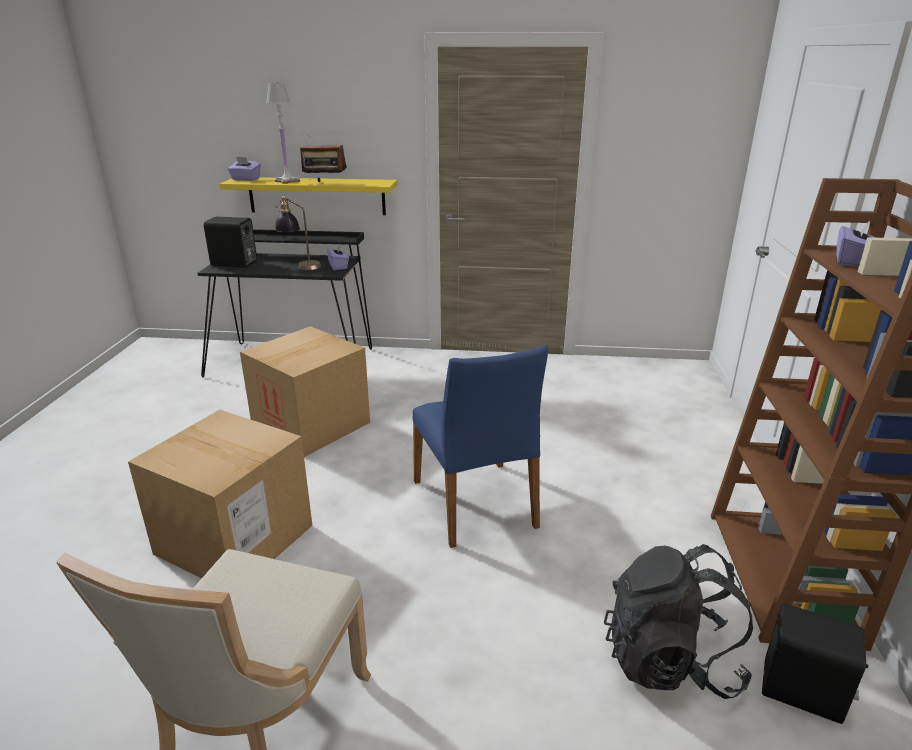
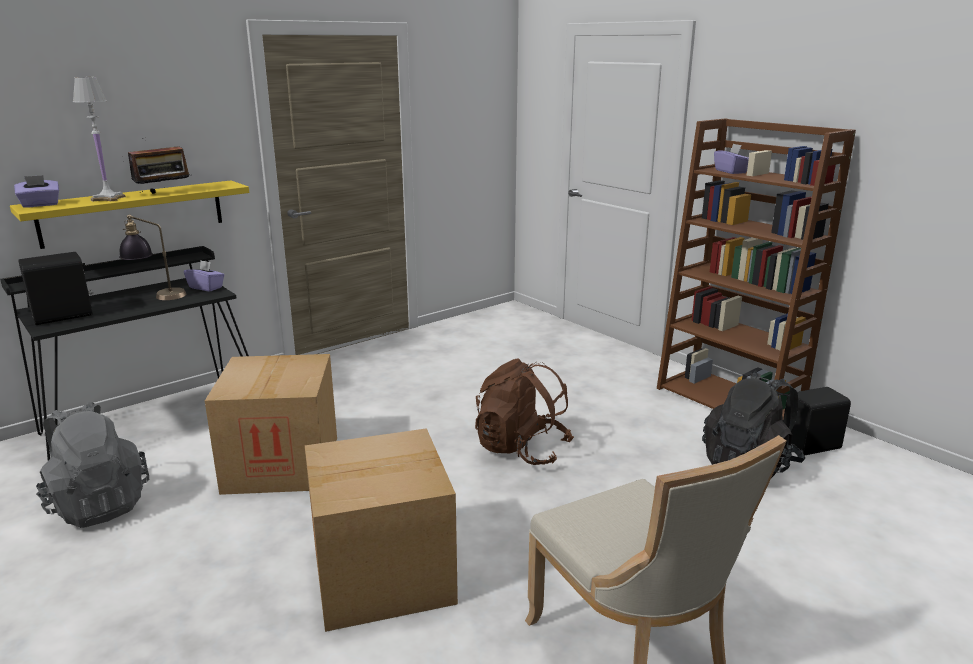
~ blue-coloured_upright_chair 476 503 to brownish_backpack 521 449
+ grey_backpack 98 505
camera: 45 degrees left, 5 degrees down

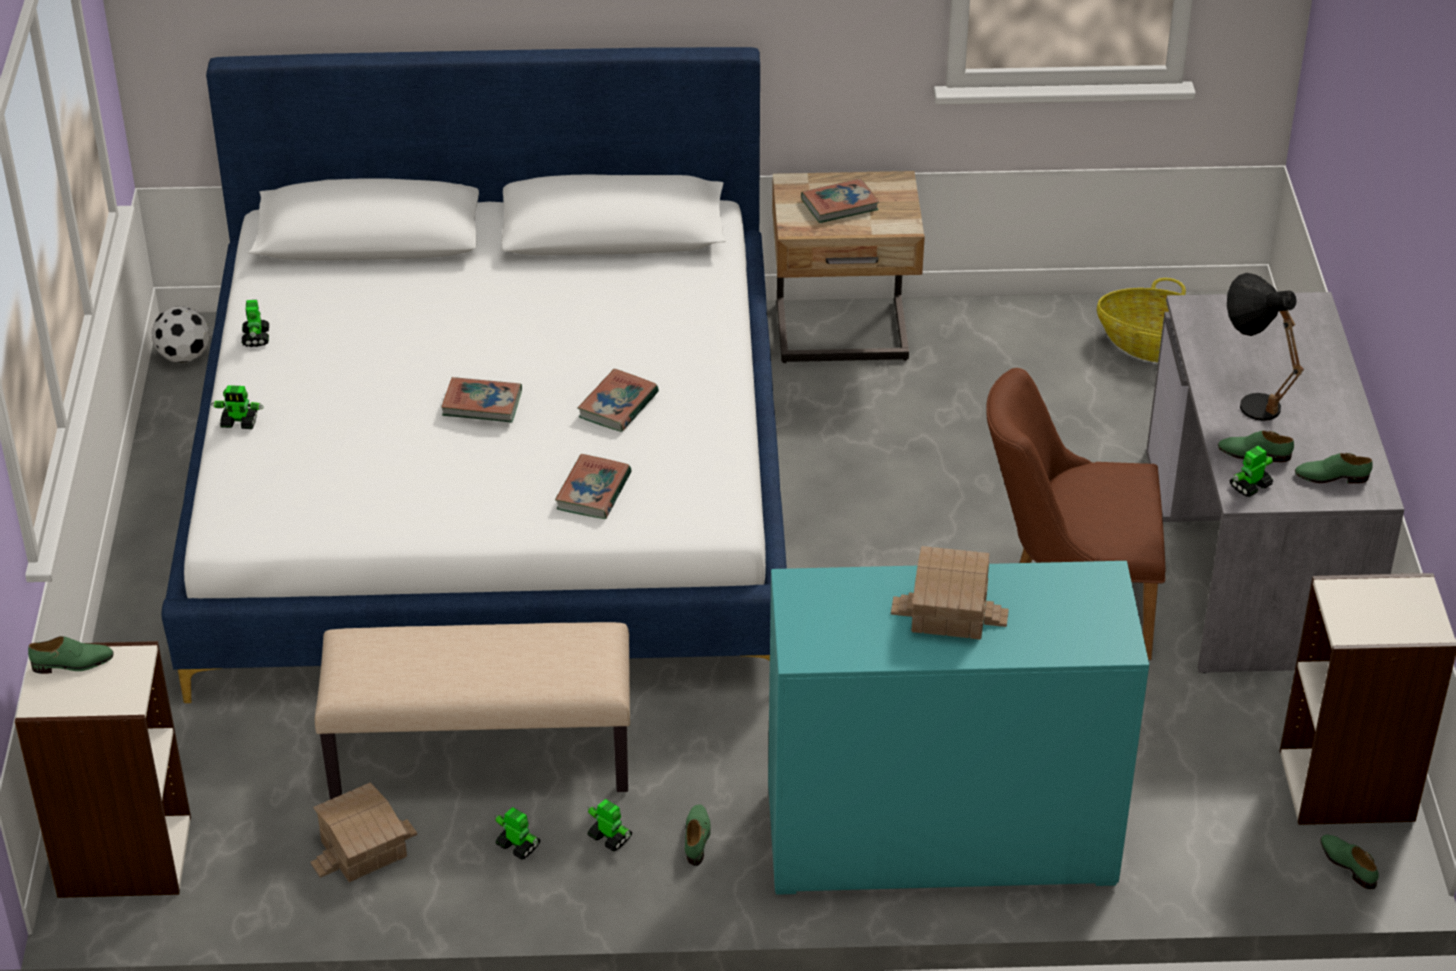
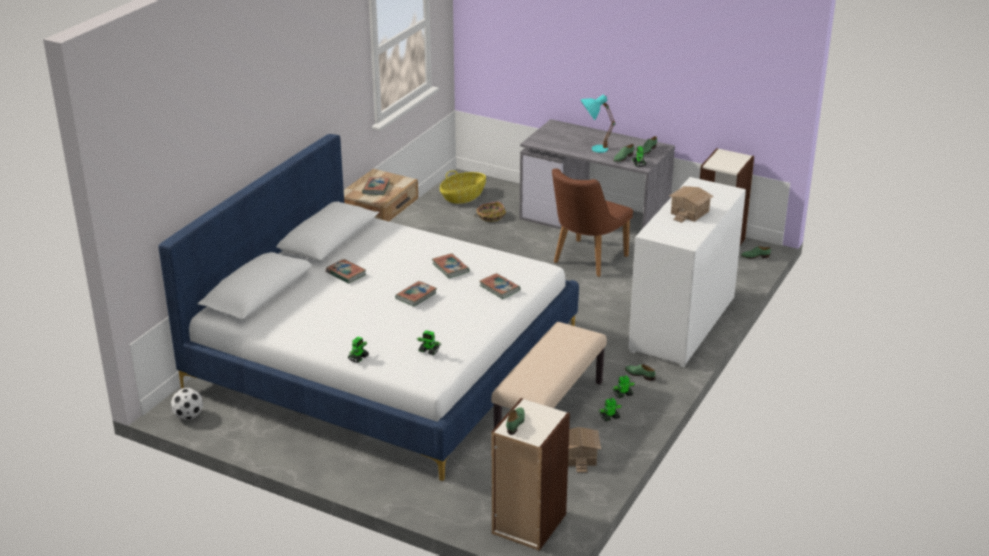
~ blackish_lamp_for_a_table 1249 399 to blue-green_lamp_for_a_table 593 149
~ model_robot 256 338 to 429 351
~ blue-green_chest_of_drawers 939 839 to white-coloured_chest_of_drawers 682 325
+ storage_basket 490 216
+ book 346 273
camera: 60 degrees left, 10 degrees down

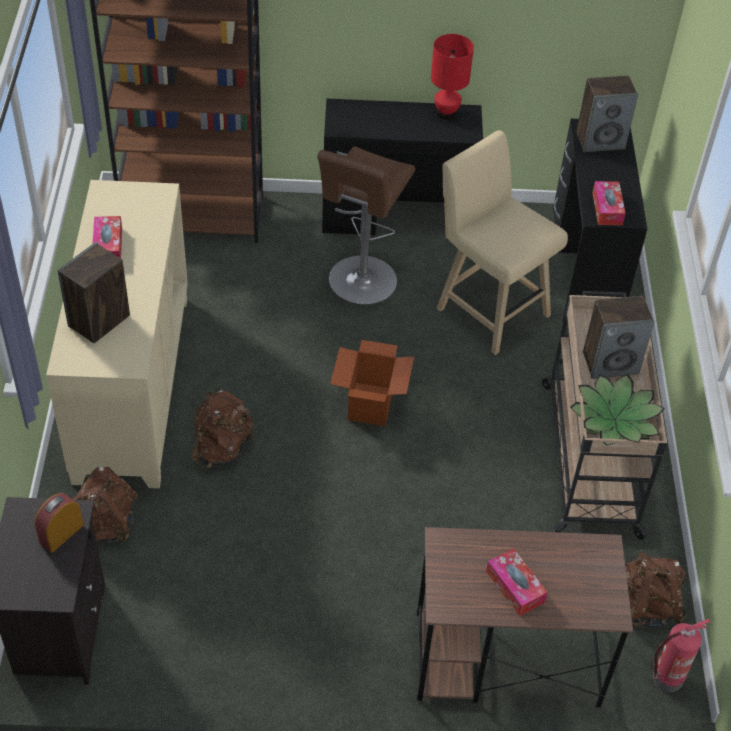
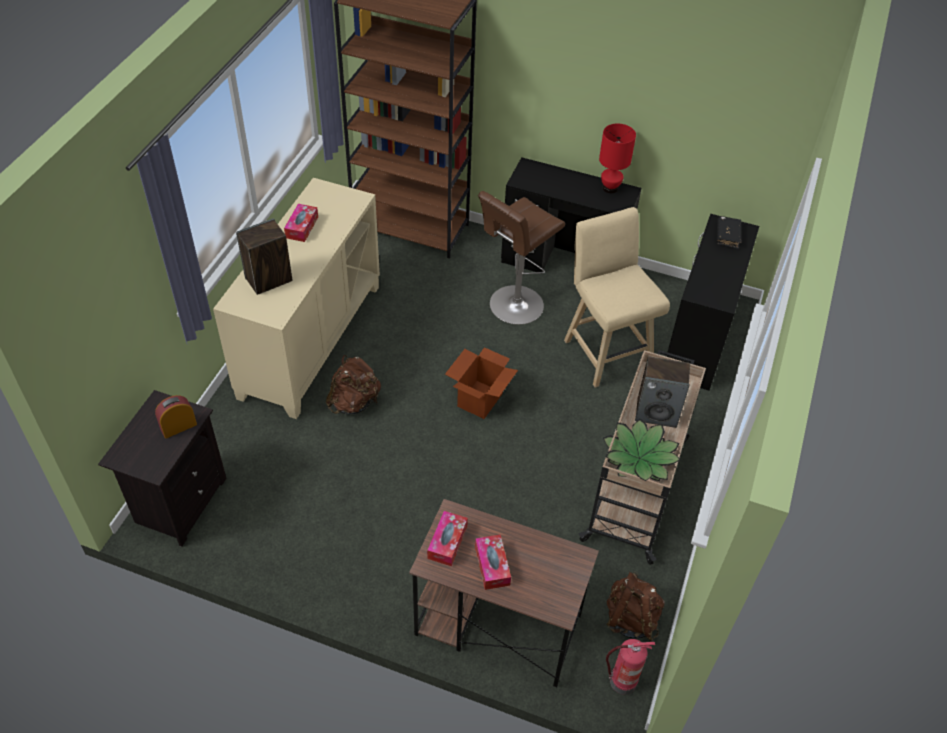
~ speaker 600 140 to blackish_book 727 236
~ tissue_holder 607 209 to 447 542
- brownish_backpack 105 525
camera: 20 degrees right, 0 degrees up

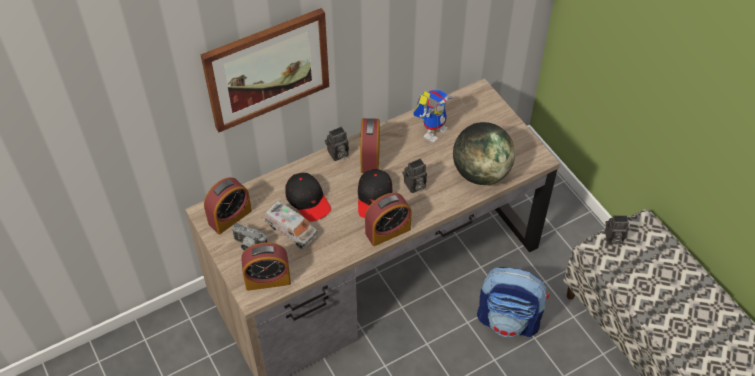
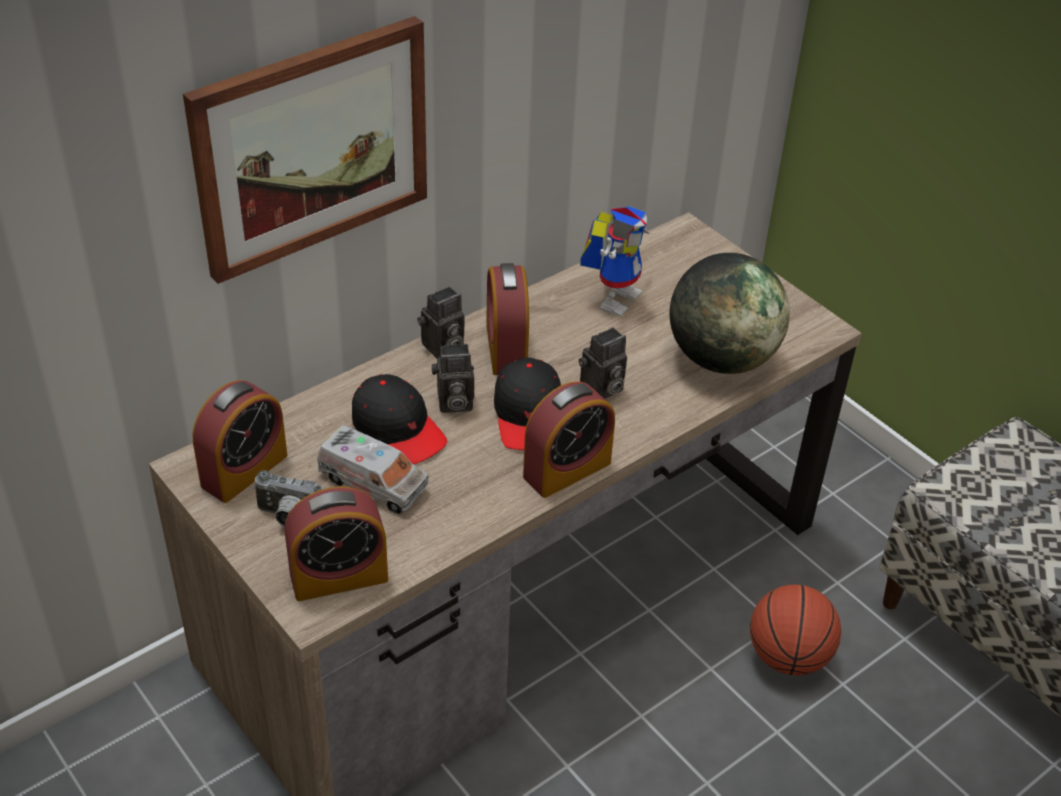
~ photo_camera 612 238 to 453 403
~ backpack 509 320 to basketball_ball 788 656
camera: 10 degrees left, 10 degrees down

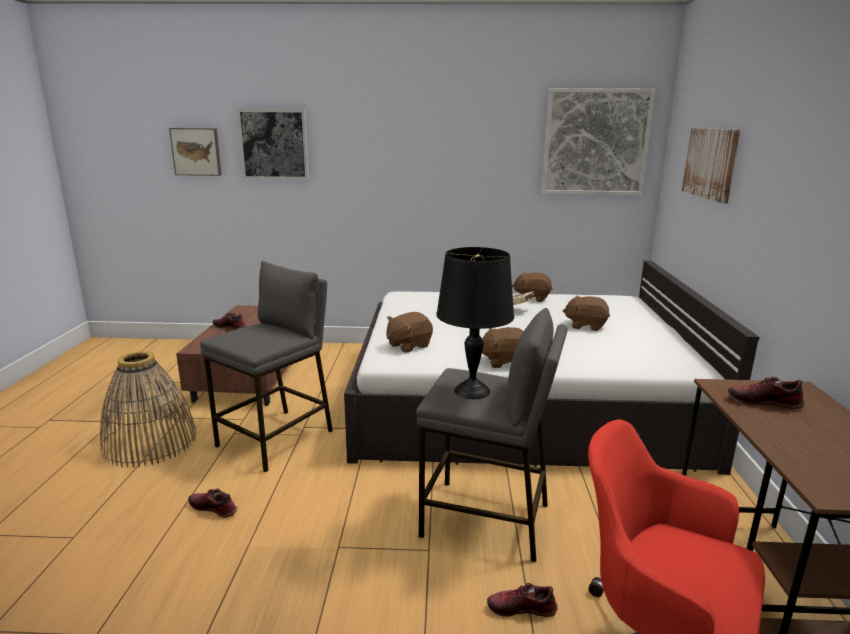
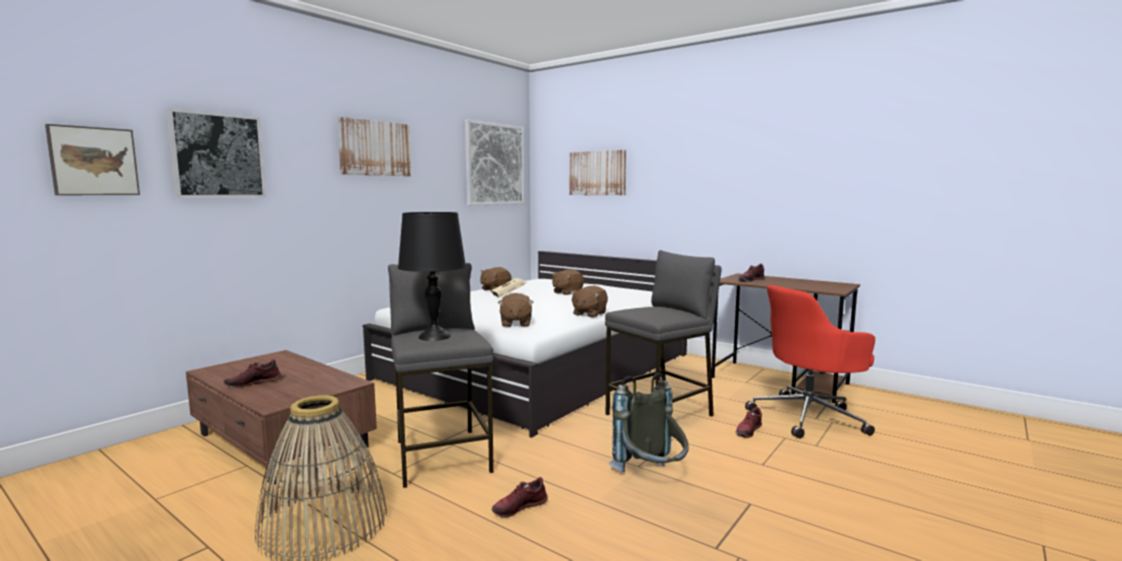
~ blackish_lamp_for_a_table 472 391 to 435 336
+ wall_picture 375 148
+ grey_backpack 651 477
camera: 55 degrees left, 10 degrees down

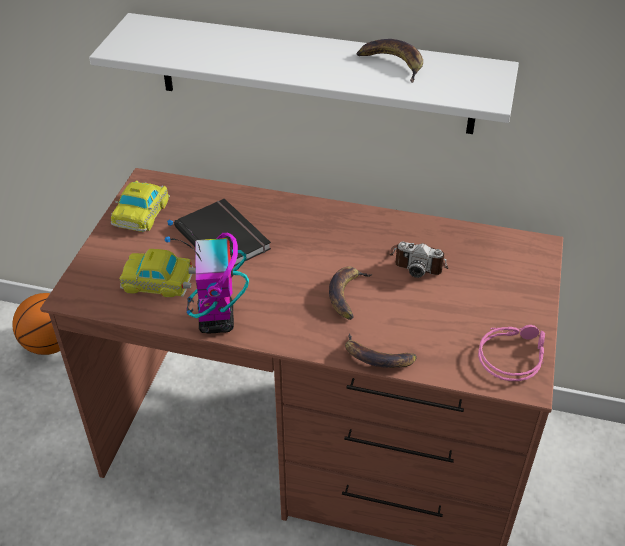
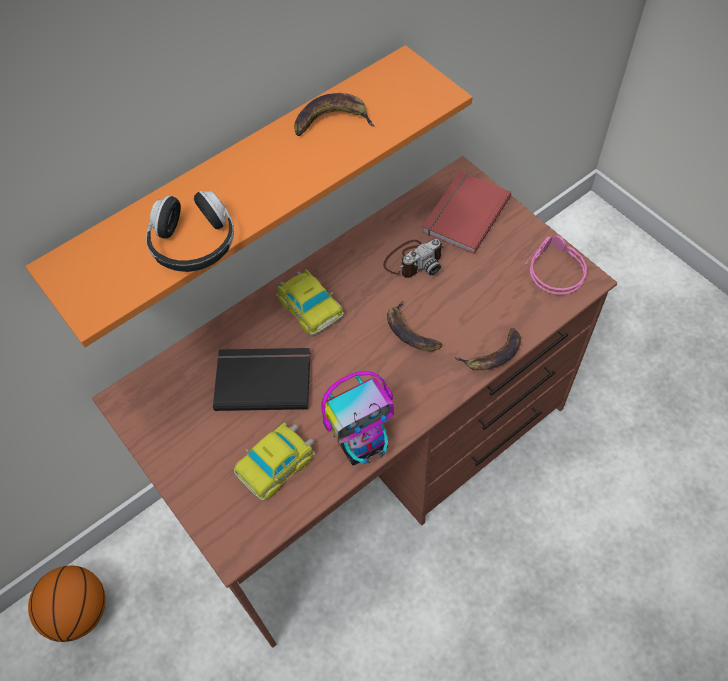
~ white-coloured_wall_shelf 315 74 to orange-coloured_wall_shelf 239 179
~ model_car 142 211 to 309 305
~ model_robot 216 320 = 363 444 60 degrees counterclockwise
+ red_book 463 214
+ headset 194 244
camera: 50 degrees left, 15 degrees up

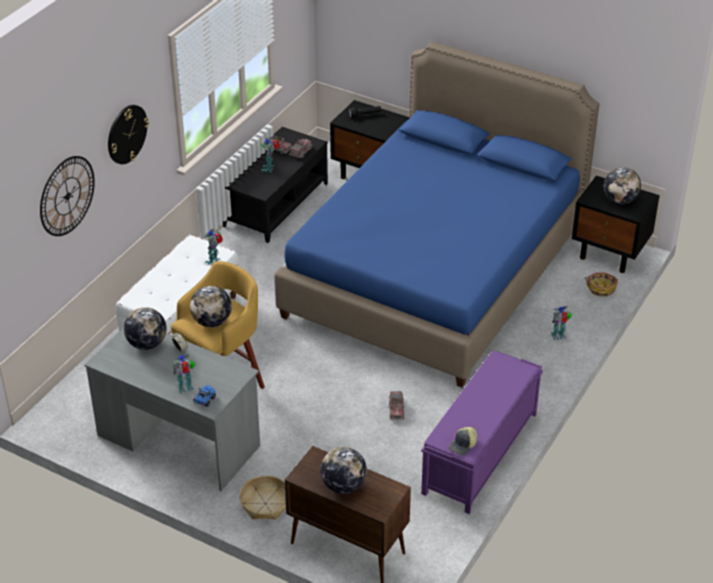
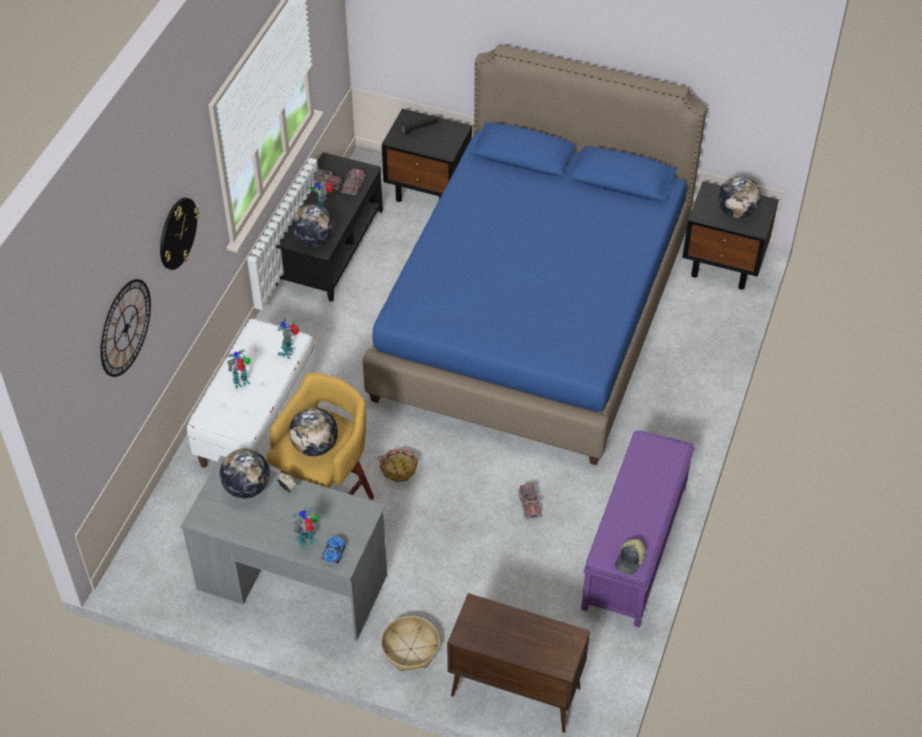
~ storage_basket 601 288 to 398 469
~ model_robot 559 336 to 242 383
~ globe 343 486 to 313 240
camera: 10 degrees left, 10 degrees up

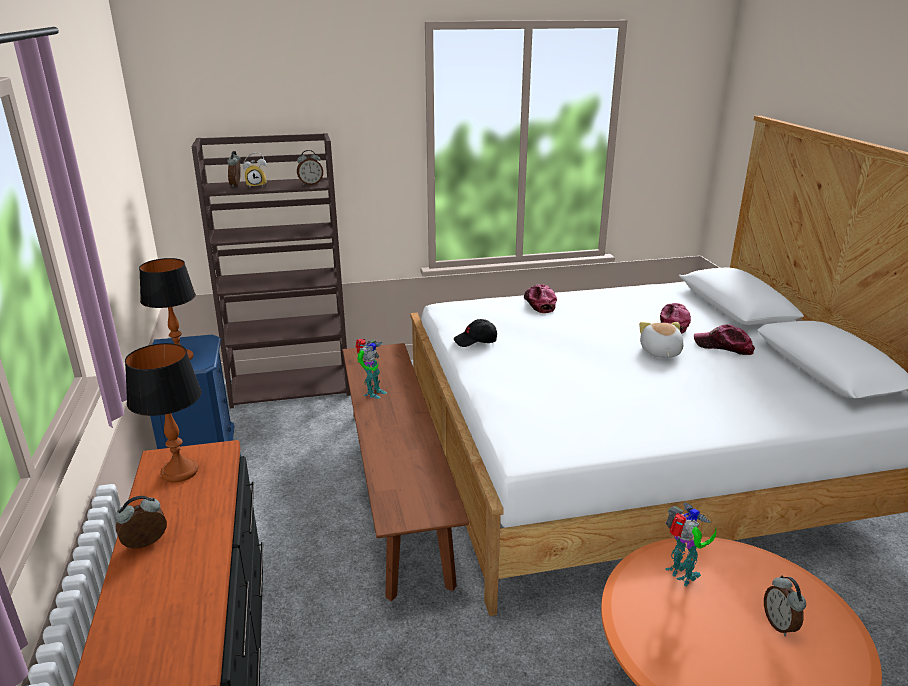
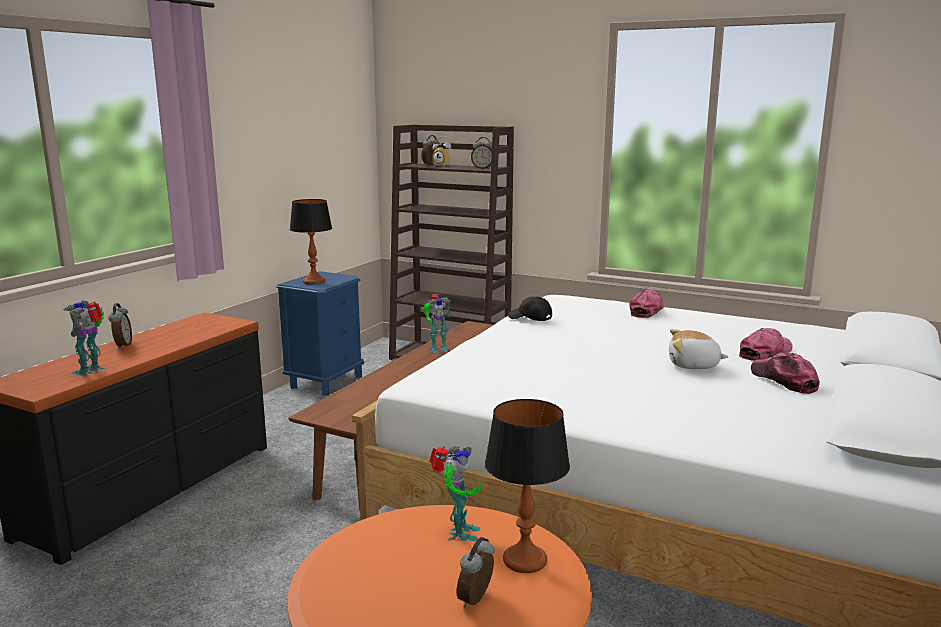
~ soft_toy 660 352 = 693 365 120 degrees counterclockwise
~ lamp_for_a_table 180 471 to 525 560
~ bedside_clock 146 545 = 122 345 75 degrees clockwise
+ model_robot 92 371
camera: 40 degrees right, 10 degrees down

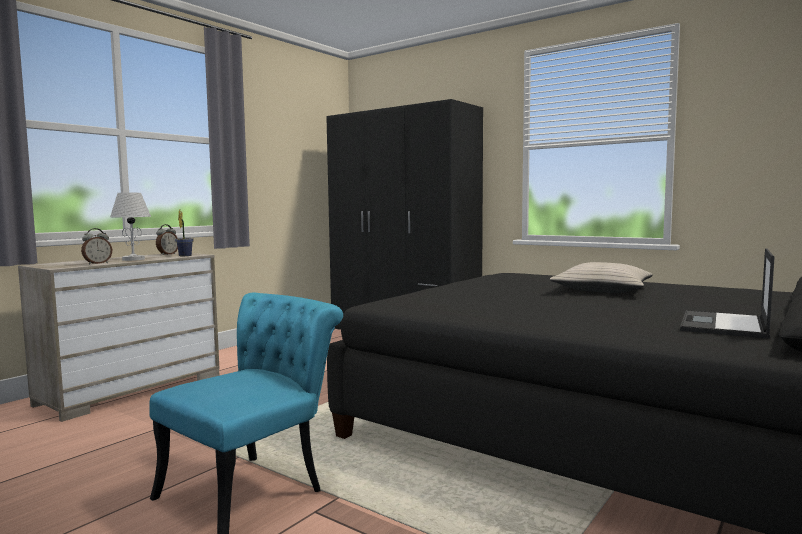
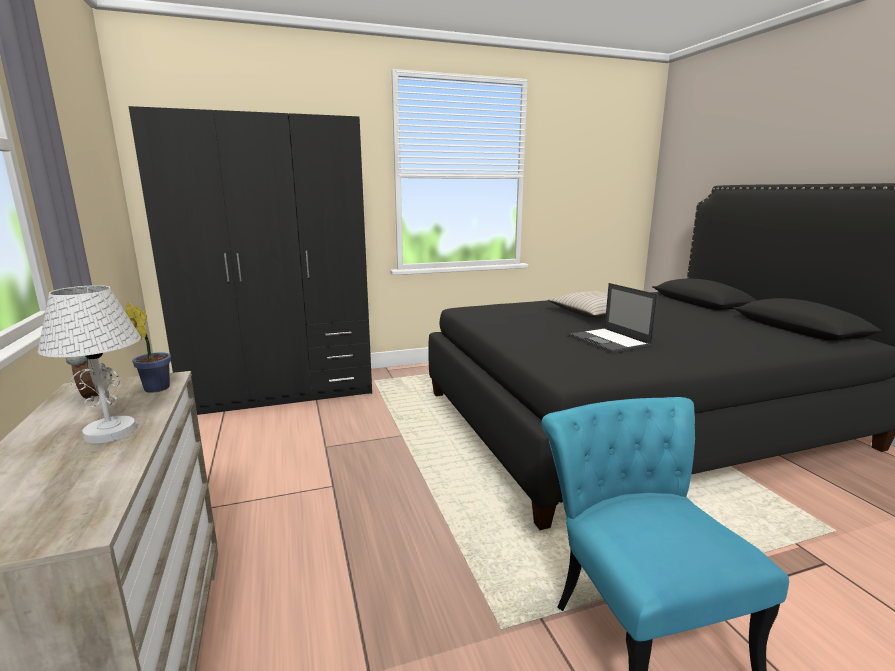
- bedside_clock 97 263
~ laptop 724 325 to 609 341
camera: 55 degrees left, 10 degrees up

